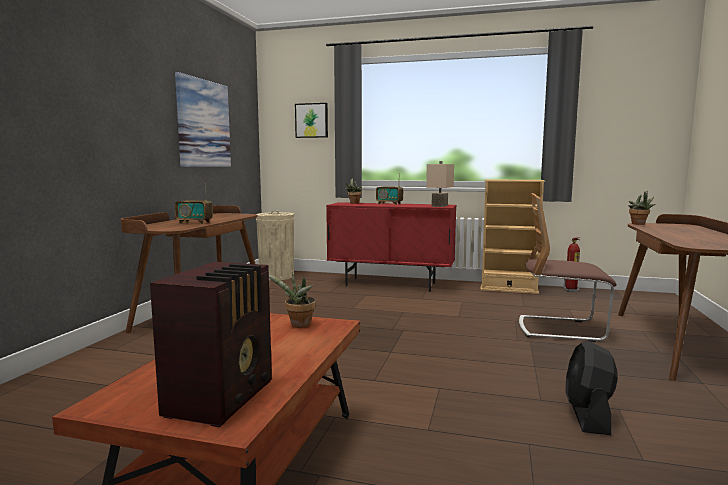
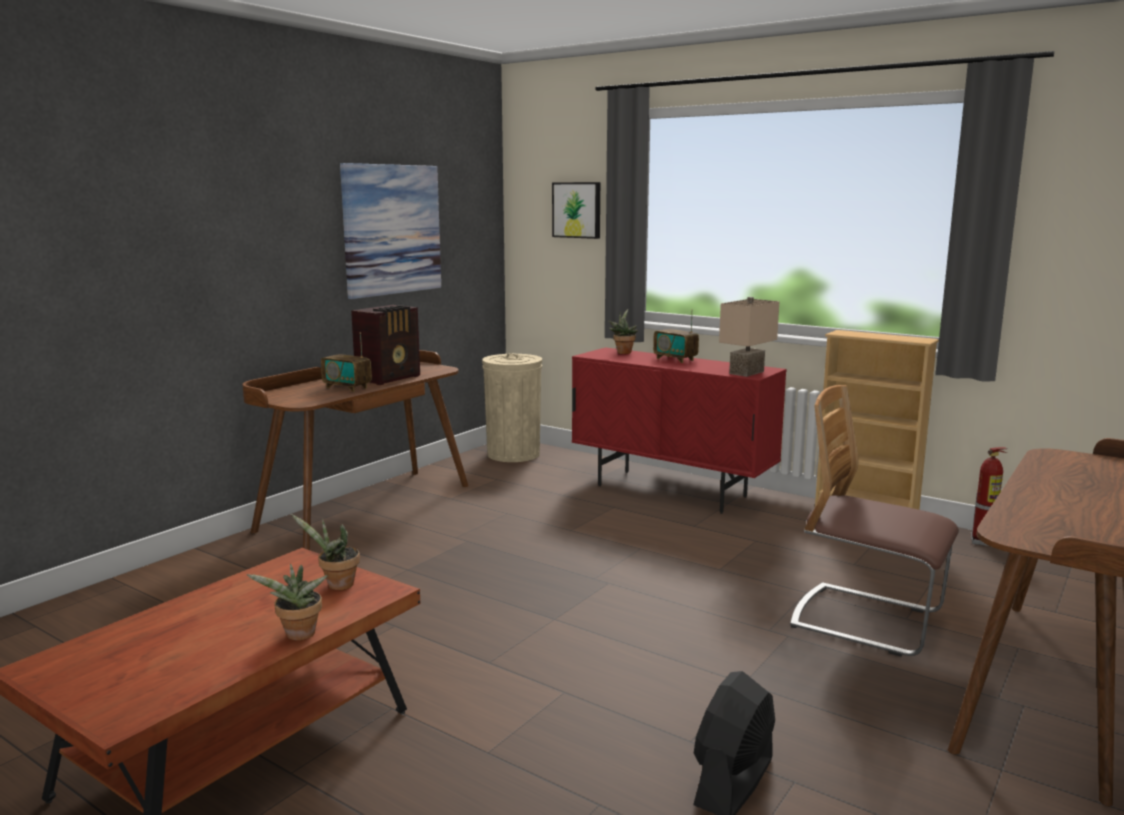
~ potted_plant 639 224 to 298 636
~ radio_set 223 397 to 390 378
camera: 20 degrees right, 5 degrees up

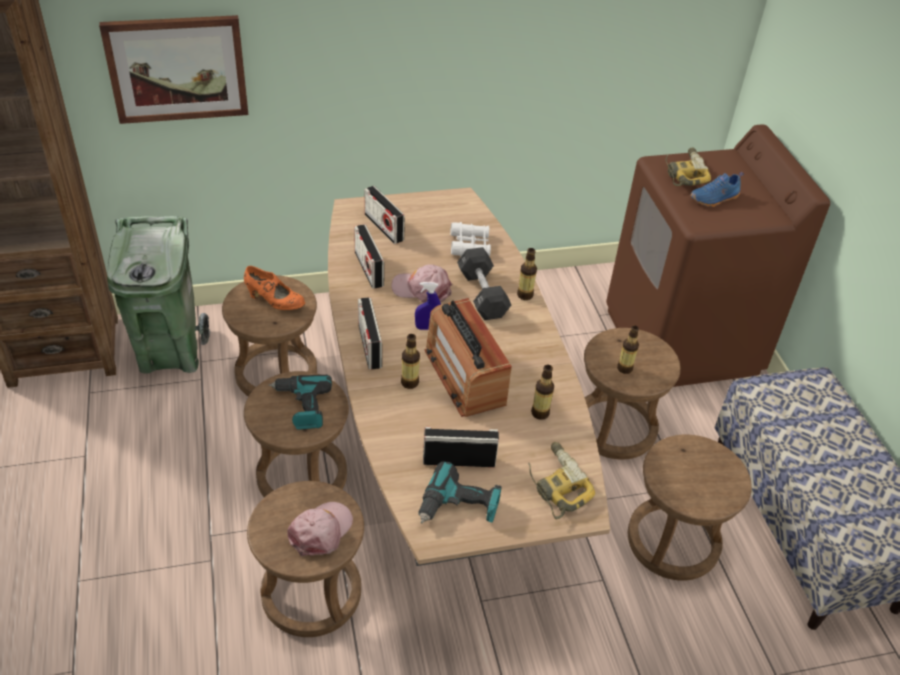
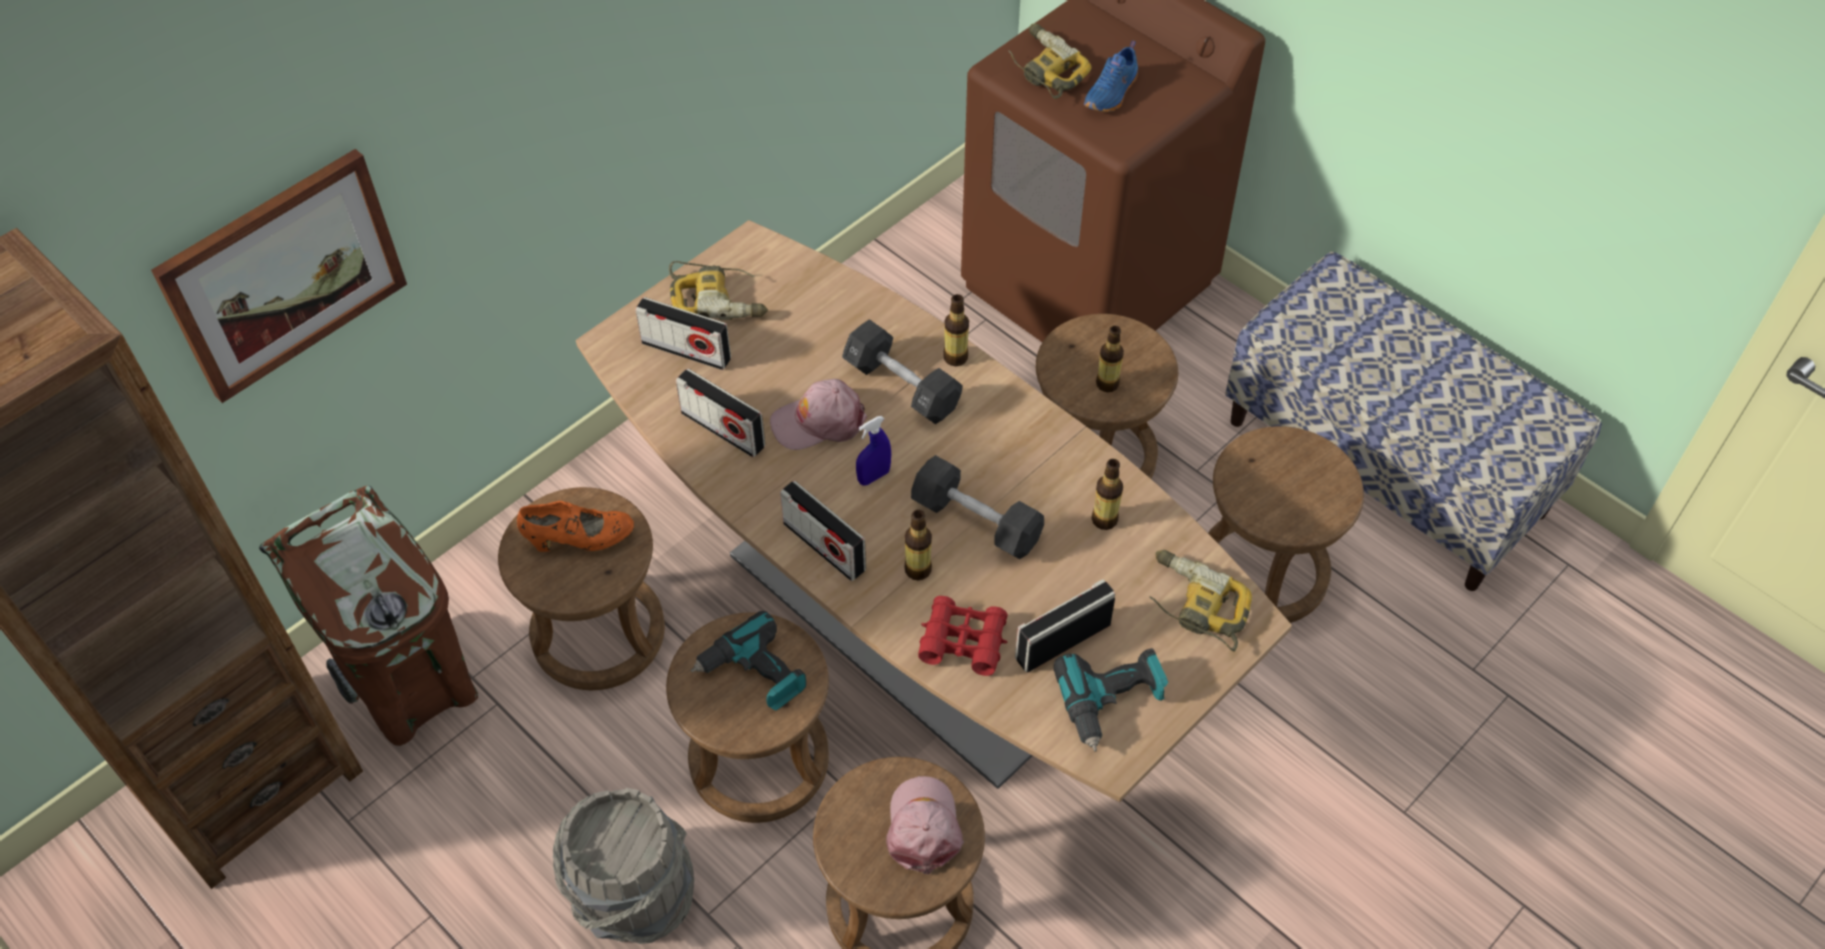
~ greenish_waste_bin 170 353 to brownish_waste_bin 415 691
- white-coloured_binoculars 470 245
~ radio_set 464 376 to blackish_free_weight 976 521
+ power_drill 718 299
+ red_binoculars 963 641
+ grey_water_bucket 633 896
camera: 30 degrees left, 10 degrees up

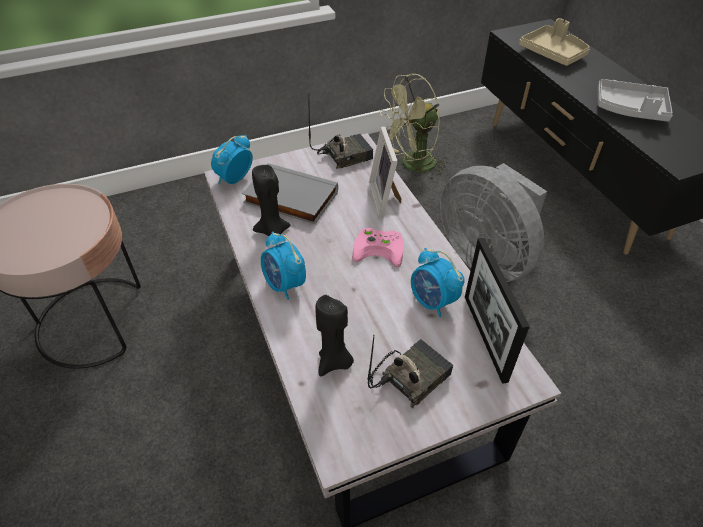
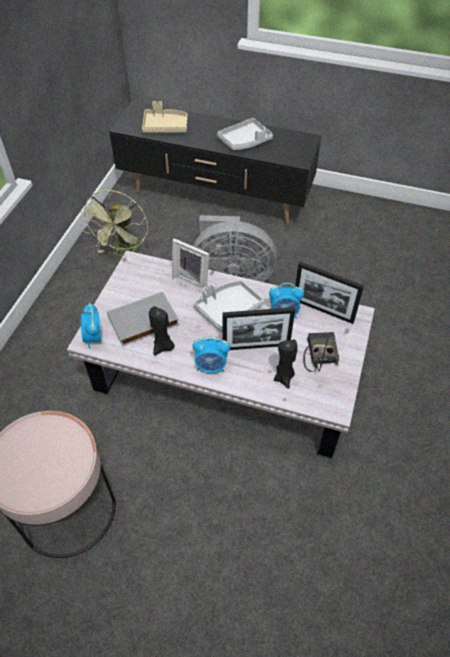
- radio_set 345 155
~ pink_game_controller 380 249 to grey_serving_tray 228 309
+ photo_frame 256 346
camera: 50 degrees left, 5 degrees up

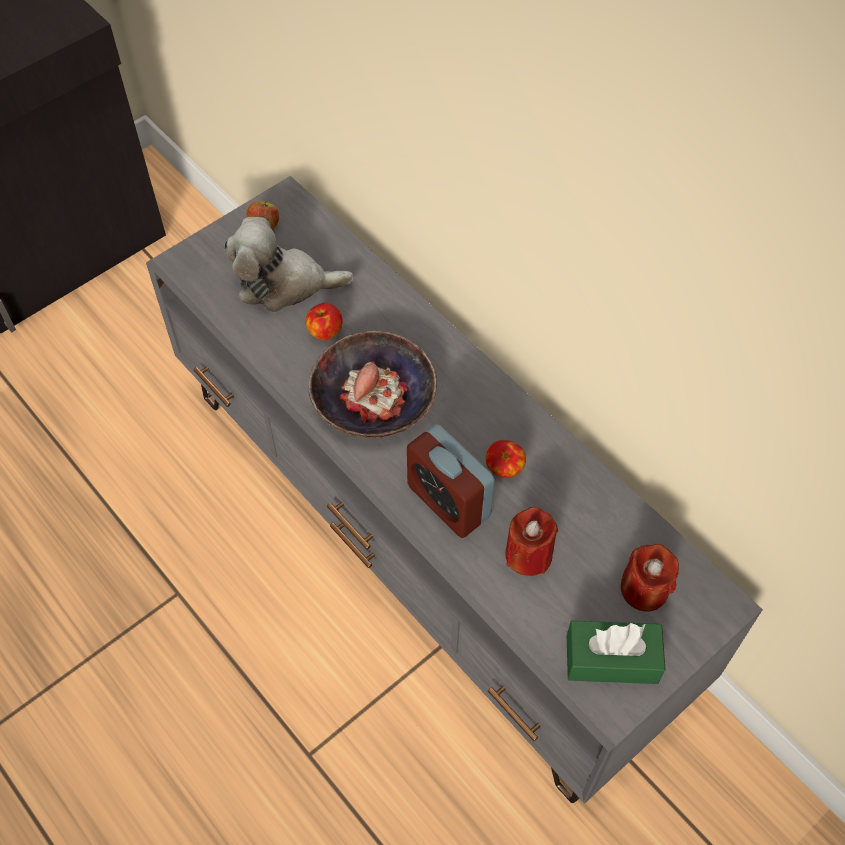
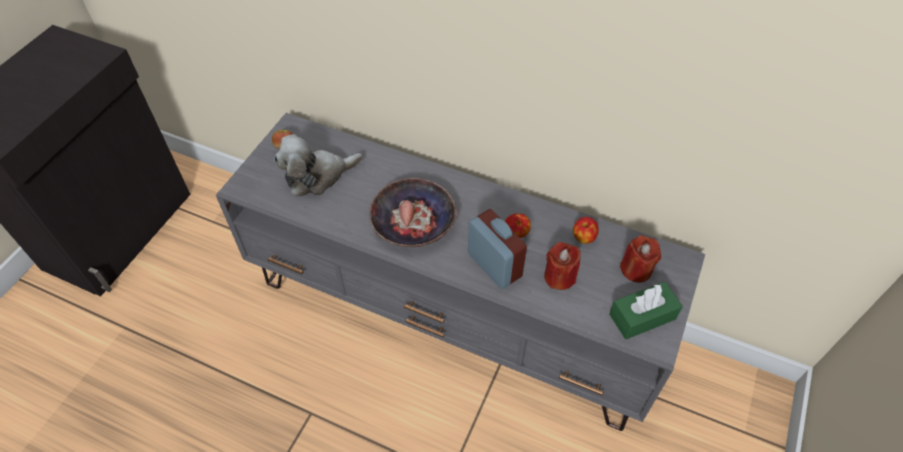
~ whole_apple 325 331 to 583 237
~ bedside_clock 448 501 = 494 265 150 degrees counterclockwise
camera: 25 degrees left, 5 degrees down

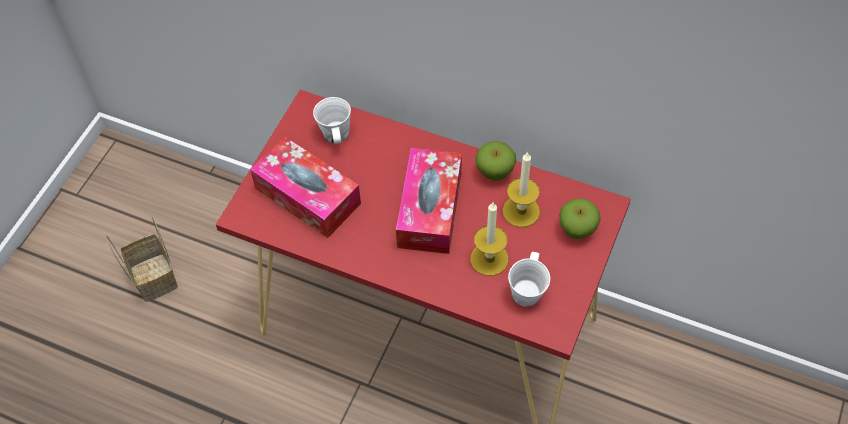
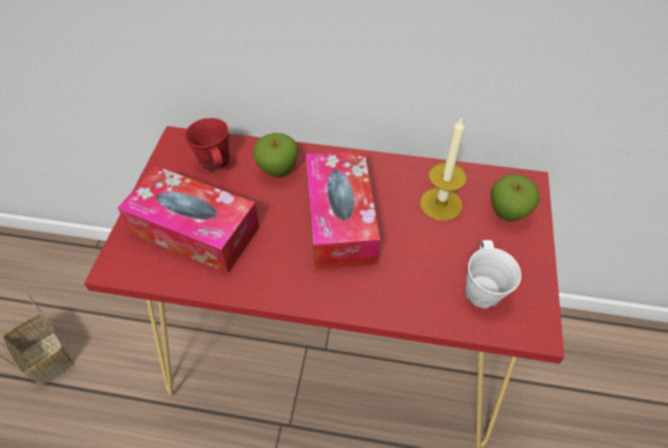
~ white-coloured_tea_mug 335 135 to red_tea_mug 214 162
~ whole_apple 494 172 to 277 169
- wax_candle 489 259
camera: 15 degrees left, 5 degrees down

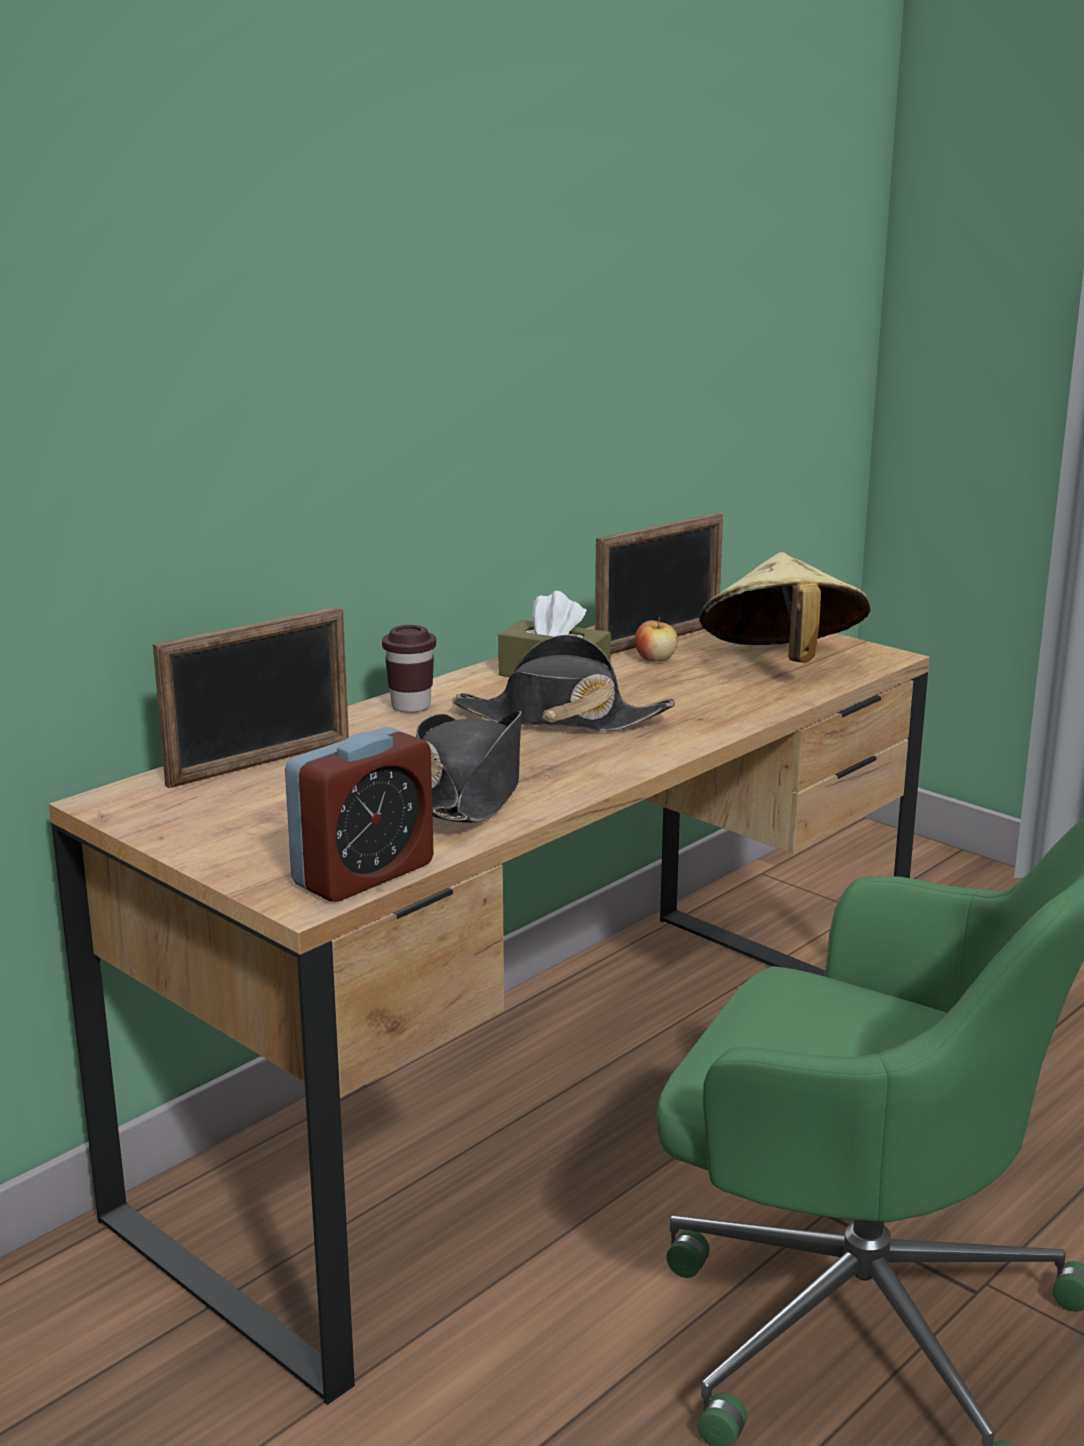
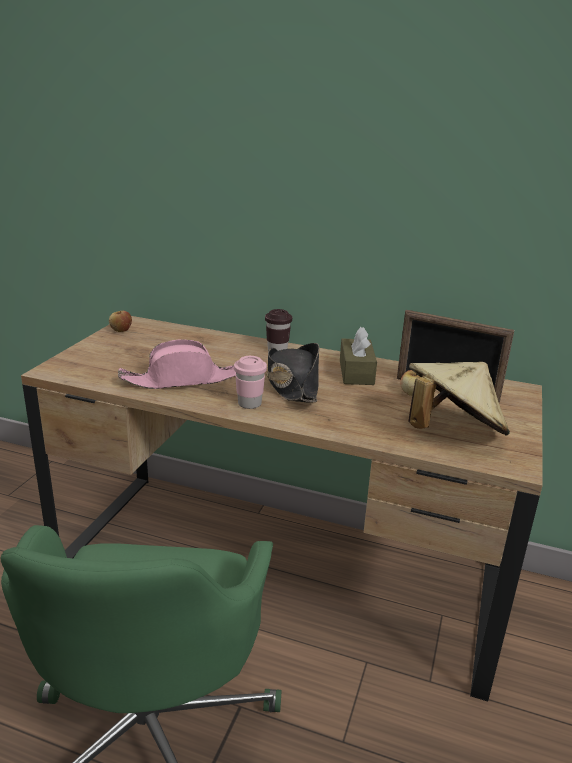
- photo_frame 260 763
~ blackish_clothing_hat 470 790 to pink_clothing_hat 182 380
- bedside_clock 363 874
+ whole_apple 121 330
+ pink_drinking_cup 249 404
camera: 65 degrees right, 5 degrees up

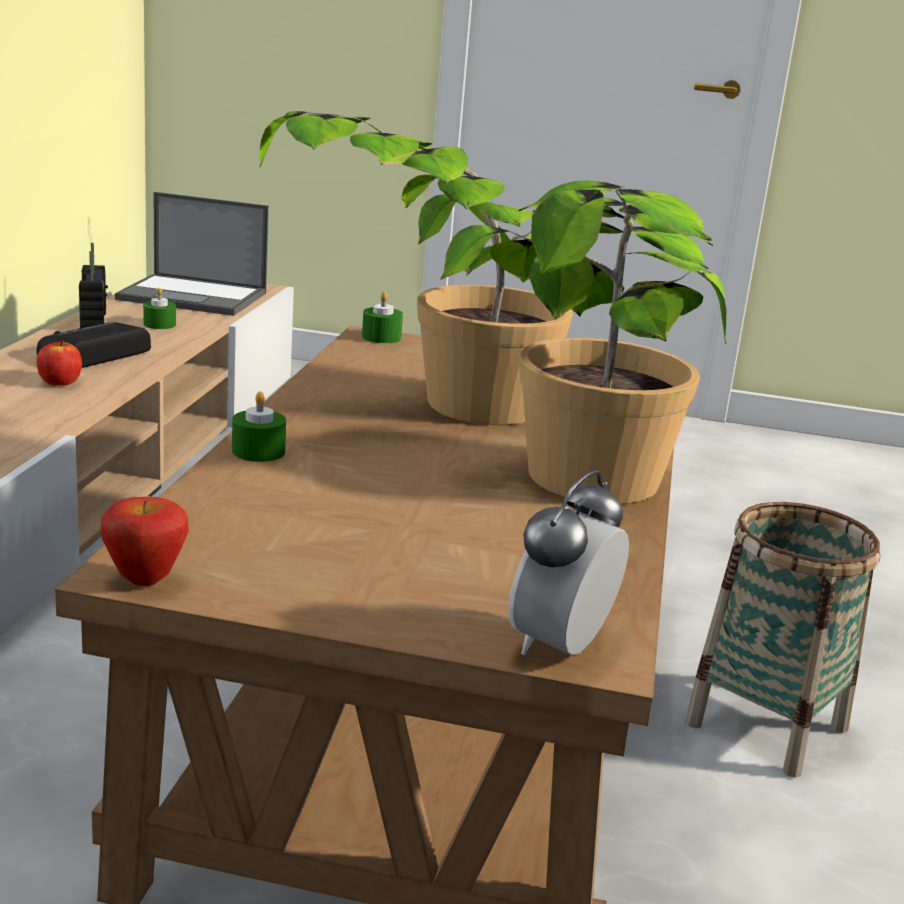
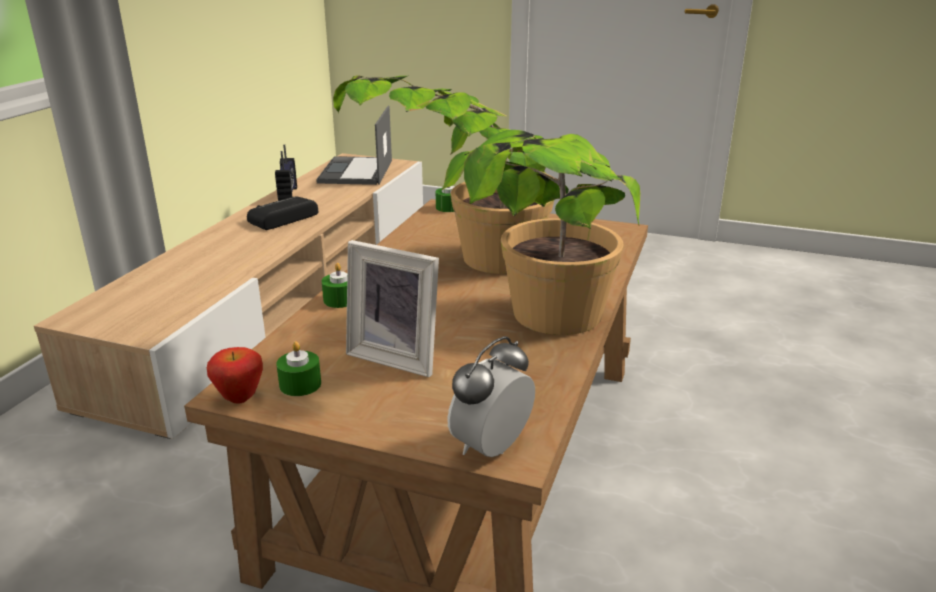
~ laptop 195 296 = 356 172 75 degrees clockwise
~ greenish_wax_candle 159 324 to 300 384
- whole_apple 60 382
- storage_basket 766 725
+ photo_frame 397 356
camera: 10 degrees right, 5 degrees up

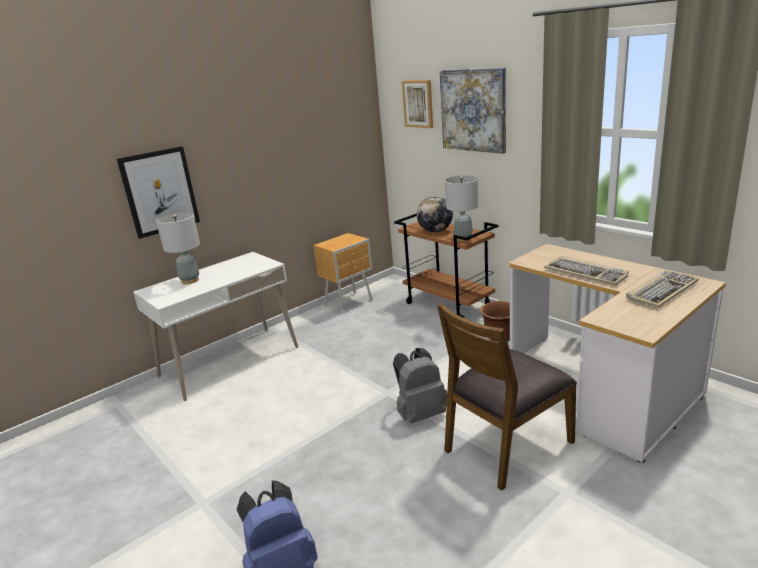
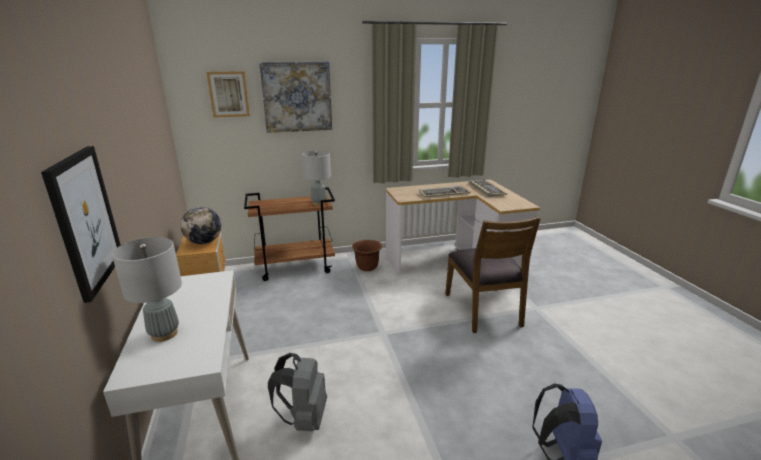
~ globe 435 231 to 204 242
~ grey_backpack 420 414 to 304 418
camera: 65 degrees left, 0 degrees up

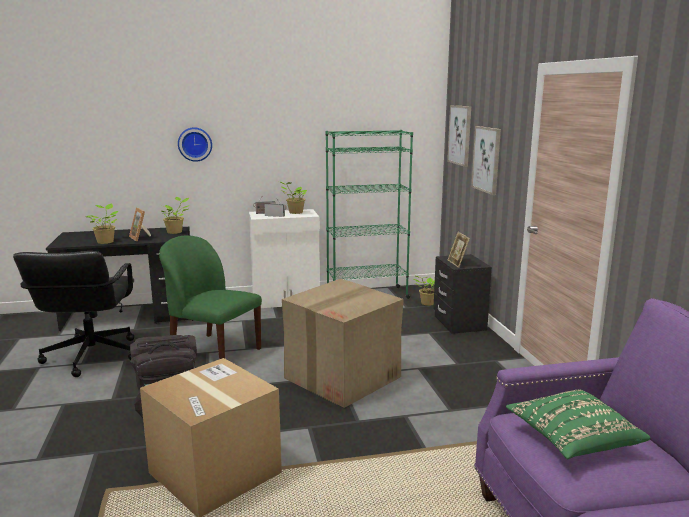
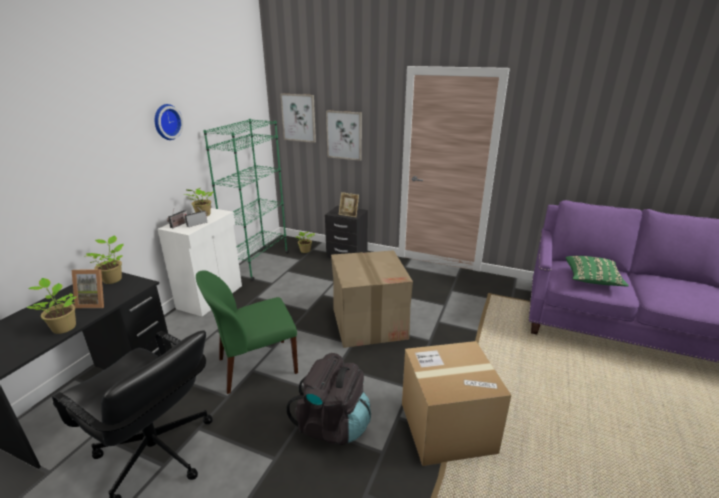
~ hanging_clock 195 144 to 166 122
camera: 55 degrees left, 10 degrees up

